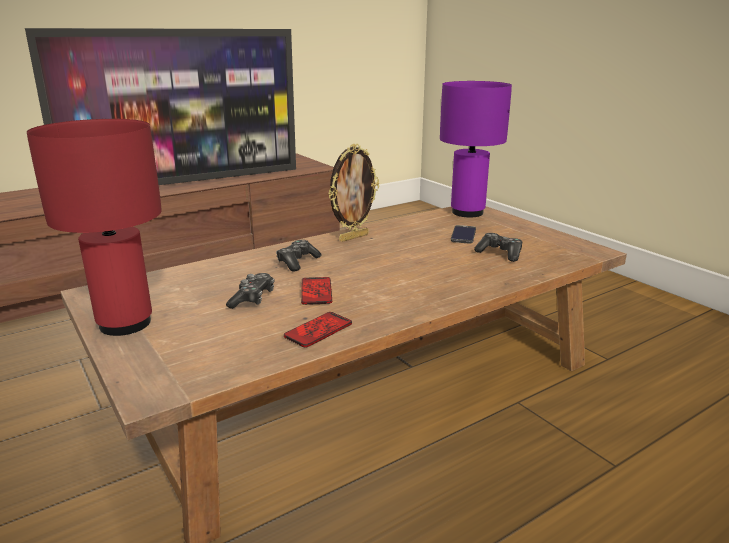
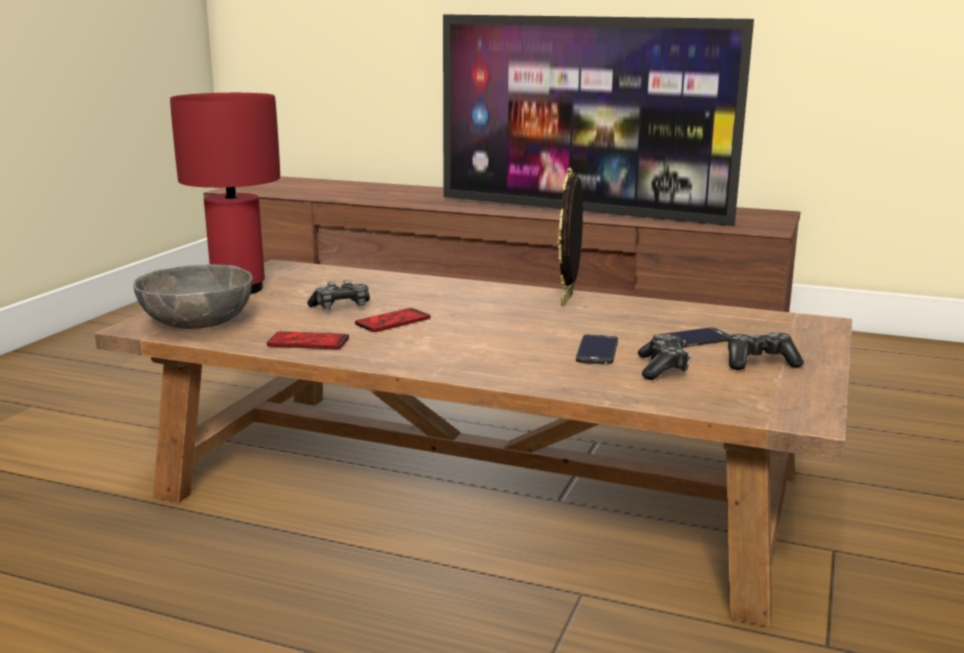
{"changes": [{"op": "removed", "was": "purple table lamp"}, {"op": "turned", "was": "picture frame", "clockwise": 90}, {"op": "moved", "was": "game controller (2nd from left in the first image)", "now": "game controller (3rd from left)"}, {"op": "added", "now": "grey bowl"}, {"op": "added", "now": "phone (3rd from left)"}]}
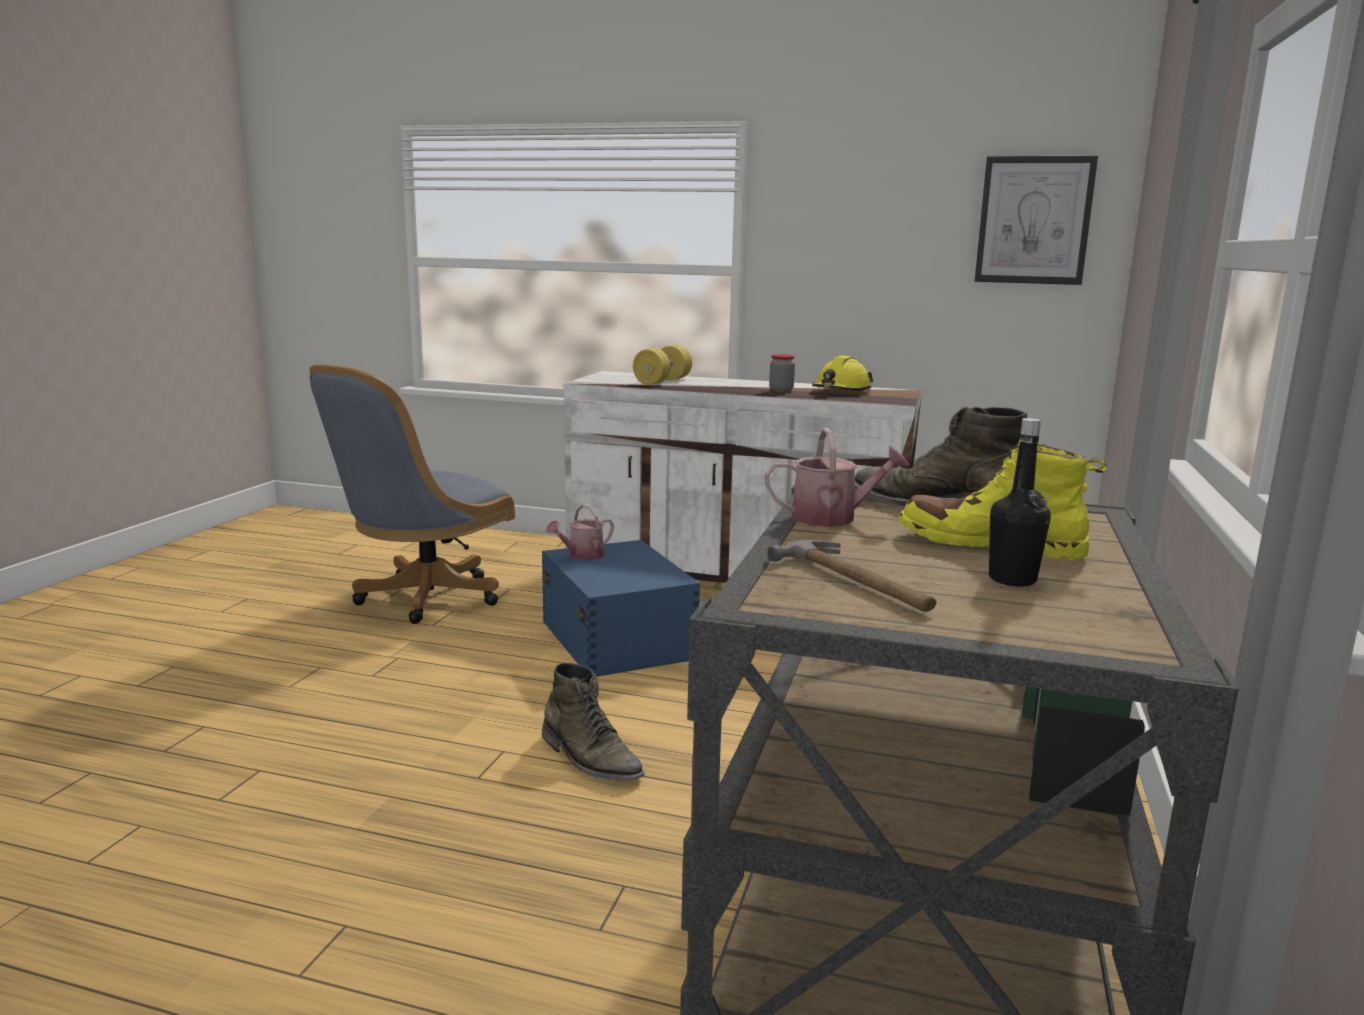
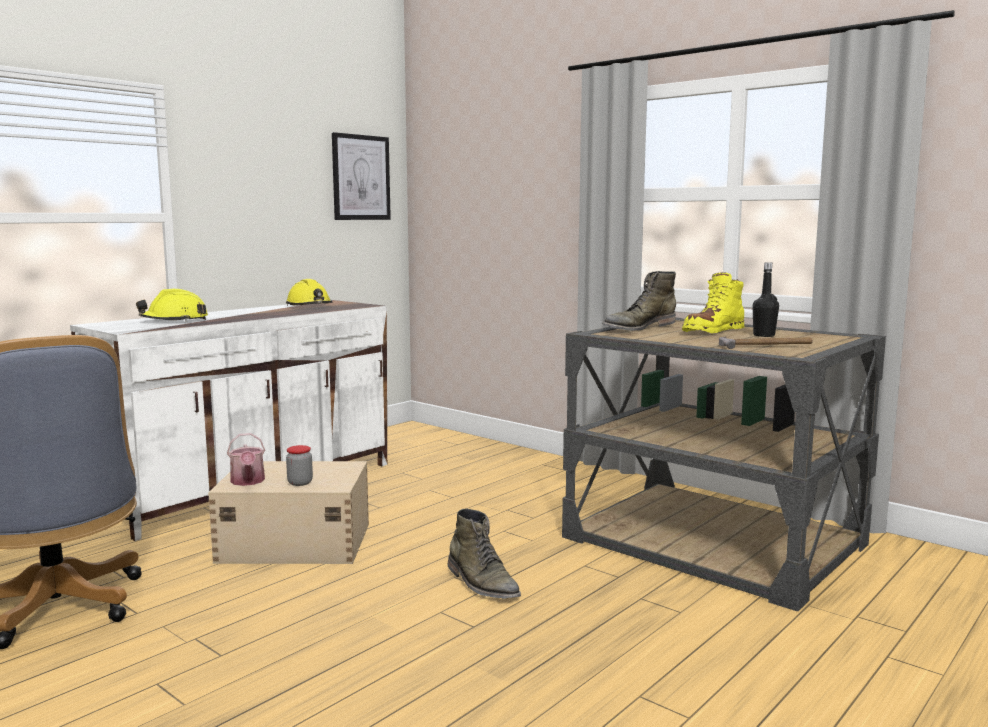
{"changes": [{"op": "replaced", "was": "yellow dumbbell", "now": "yellow hard hat (1st from left)"}, {"op": "moved", "was": "jar"}, {"op": "removed", "was": "watering can (2nd from left)"}, {"op": "recoloured", "was": "blue storage box", "now": "beige storage box"}, {"op": "turned", "was": "green boot (1st from left)", "clockwise": 75}]}
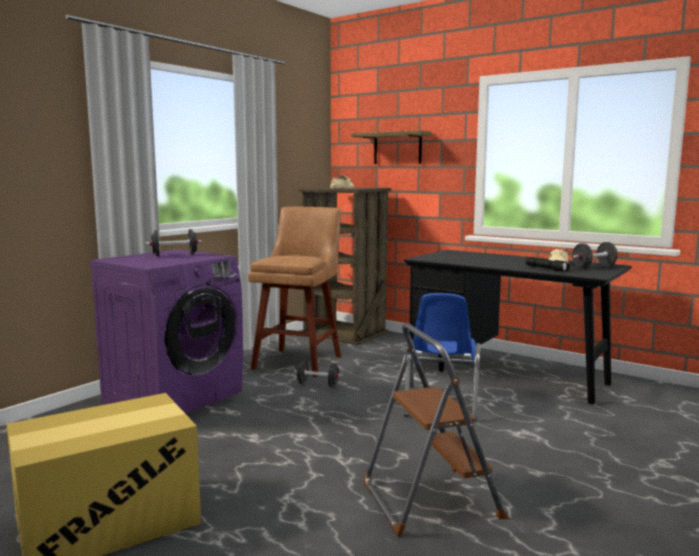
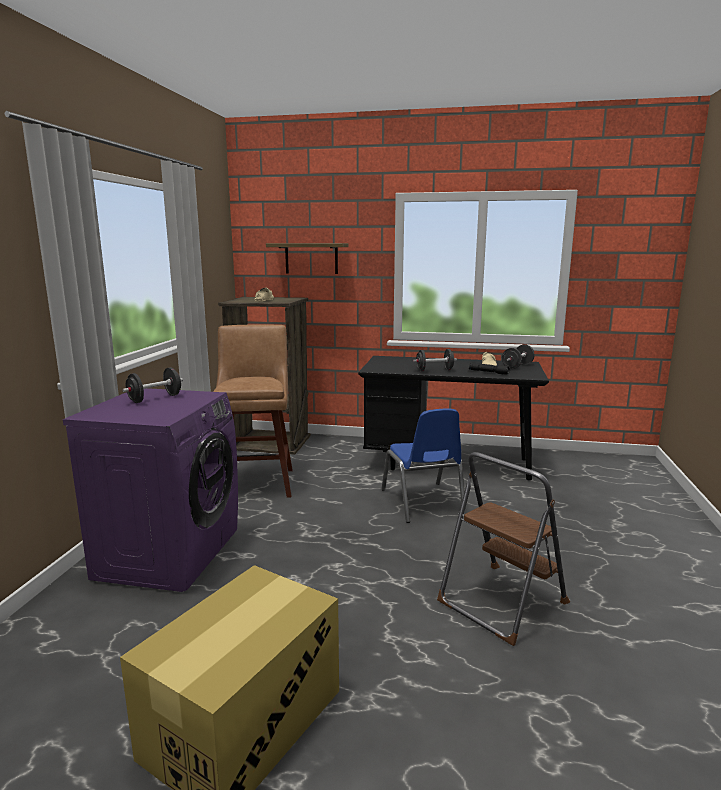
{"changes": [{"op": "moved", "was": "black dumbbell (2nd from left)"}]}
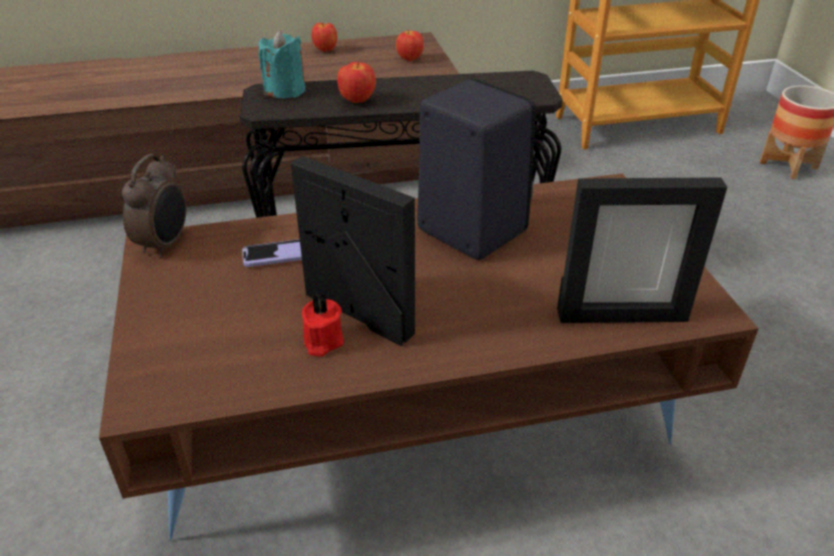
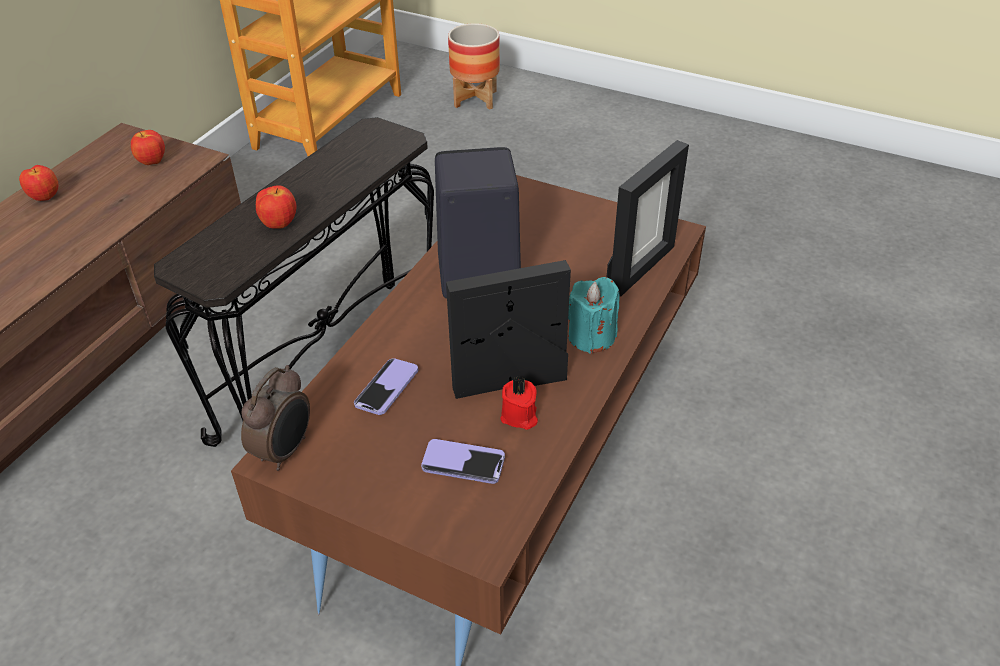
{"changes": [{"op": "moved", "was": "turquoise candle"}, {"op": "turned", "was": "alarm clock", "clockwise": 60}, {"op": "added", "now": "phone (2nd from left)"}]}
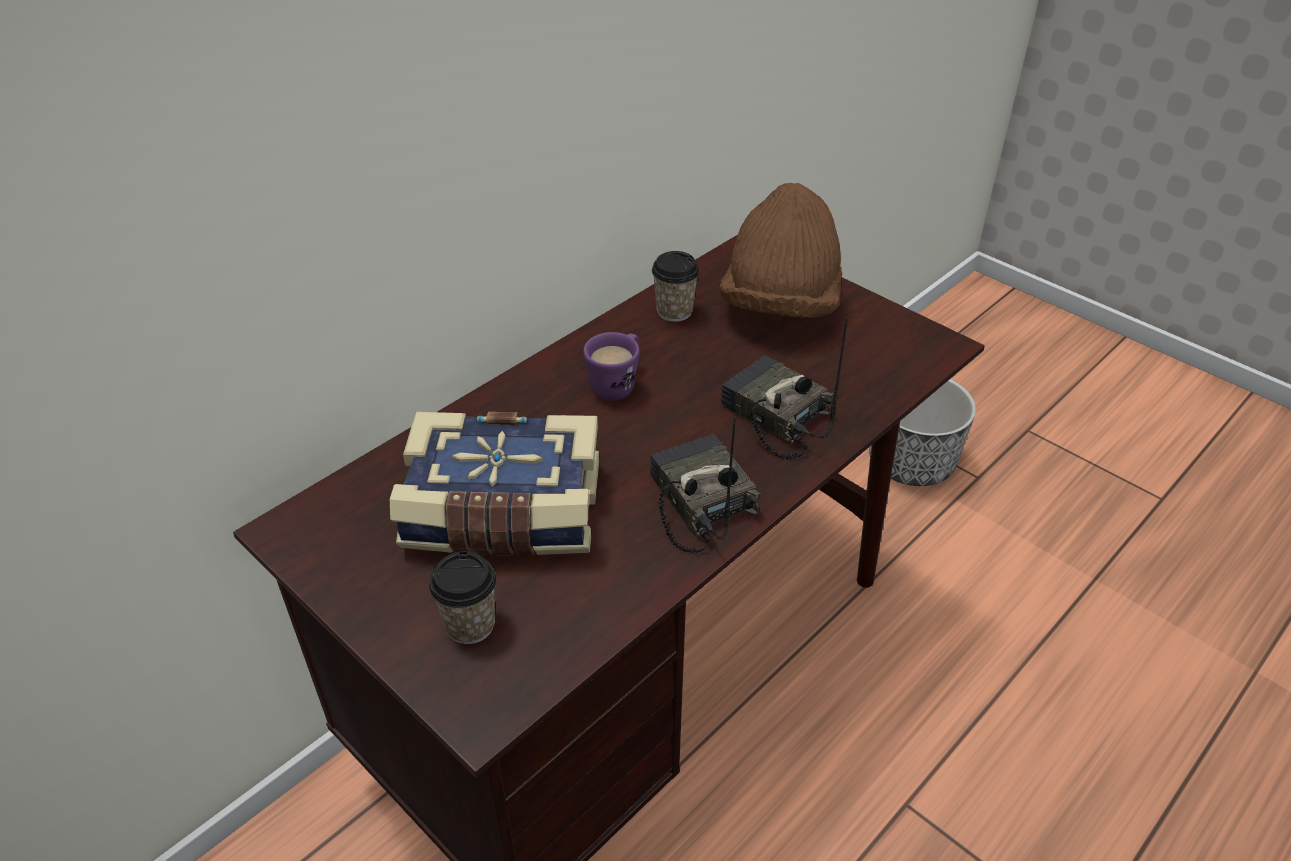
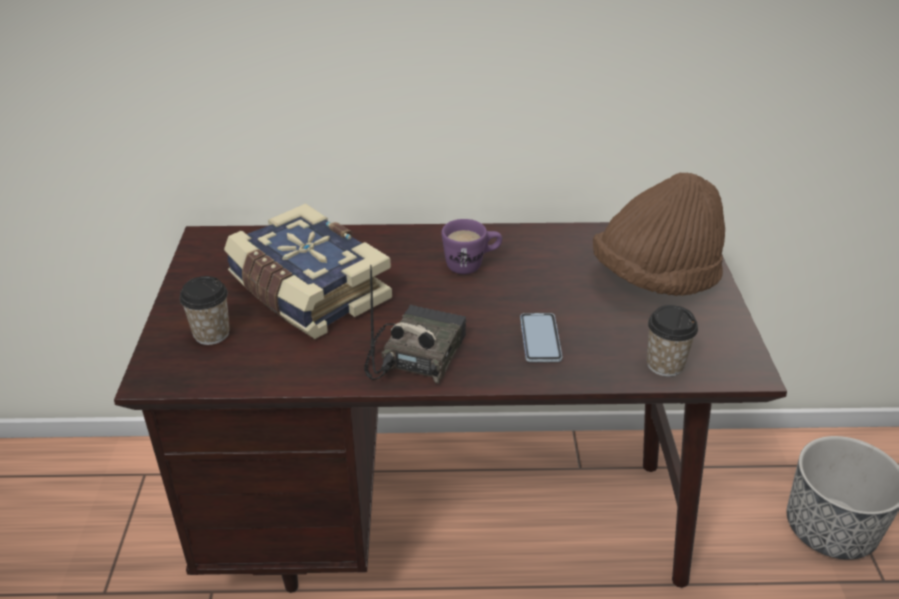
{"changes": [{"op": "moved", "was": "cup (2nd from left)"}, {"op": "replaced", "was": "radio (2nd from left)", "now": "phone"}]}
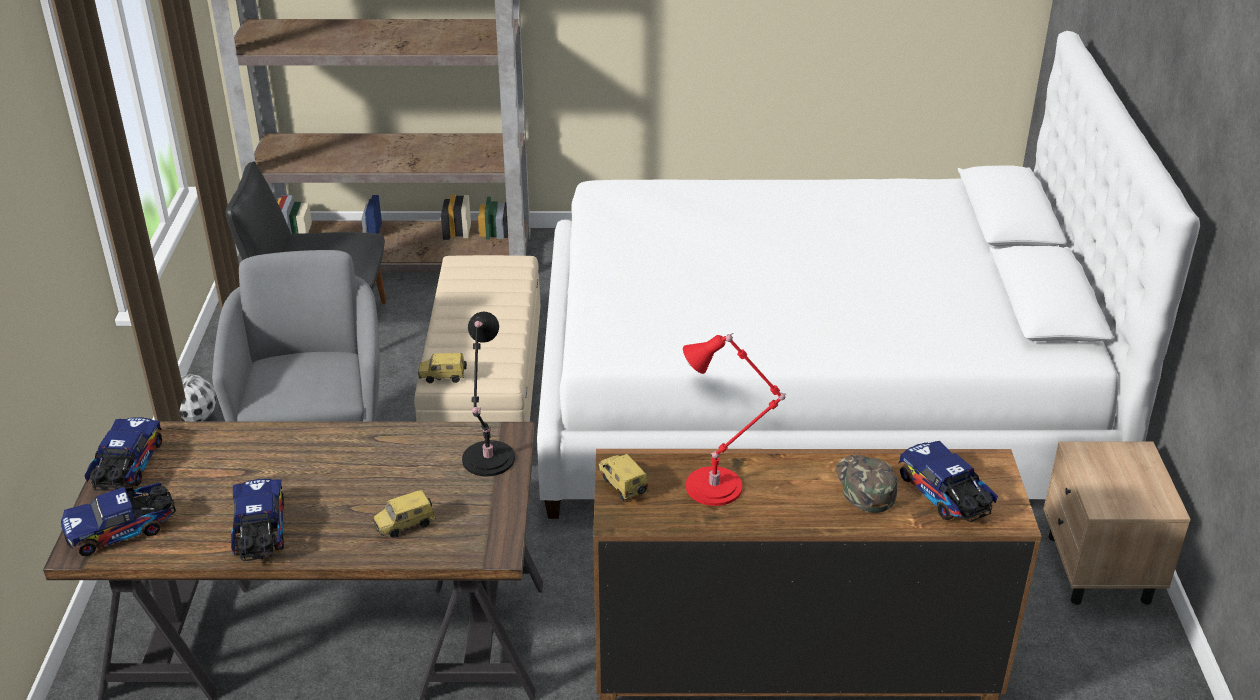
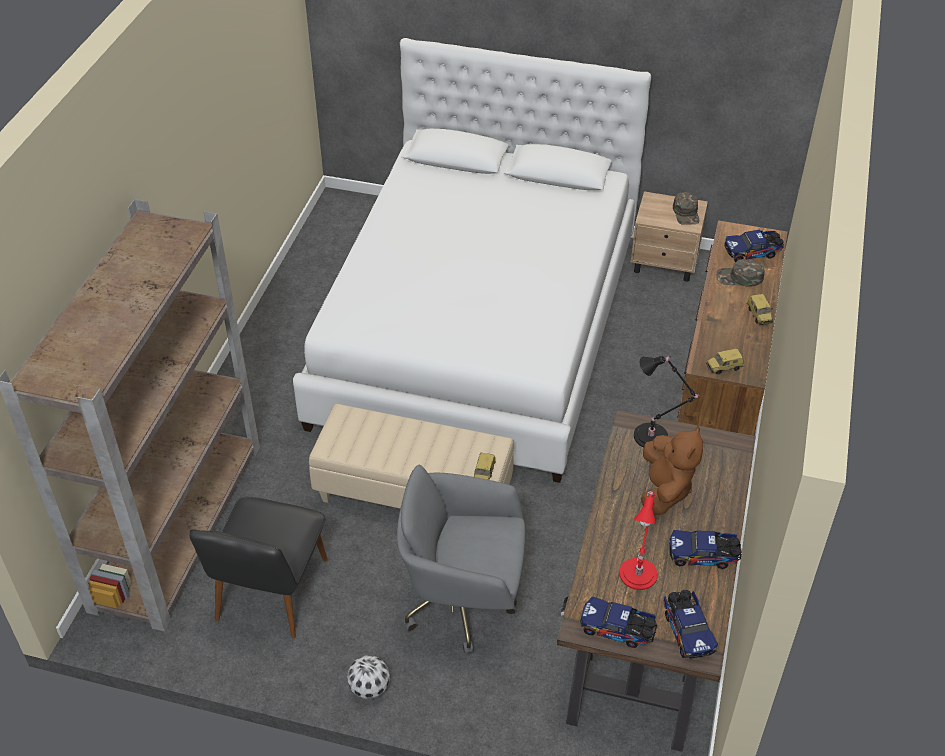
{"changes": [{"op": "moved", "was": "red table lamp"}, {"op": "moved", "was": "toy car (1st from left in the first image)", "now": "toy car (3rd from left)"}, {"op": "added", "now": "green cap (1st from left)"}, {"op": "added", "now": "brown plush toy"}]}
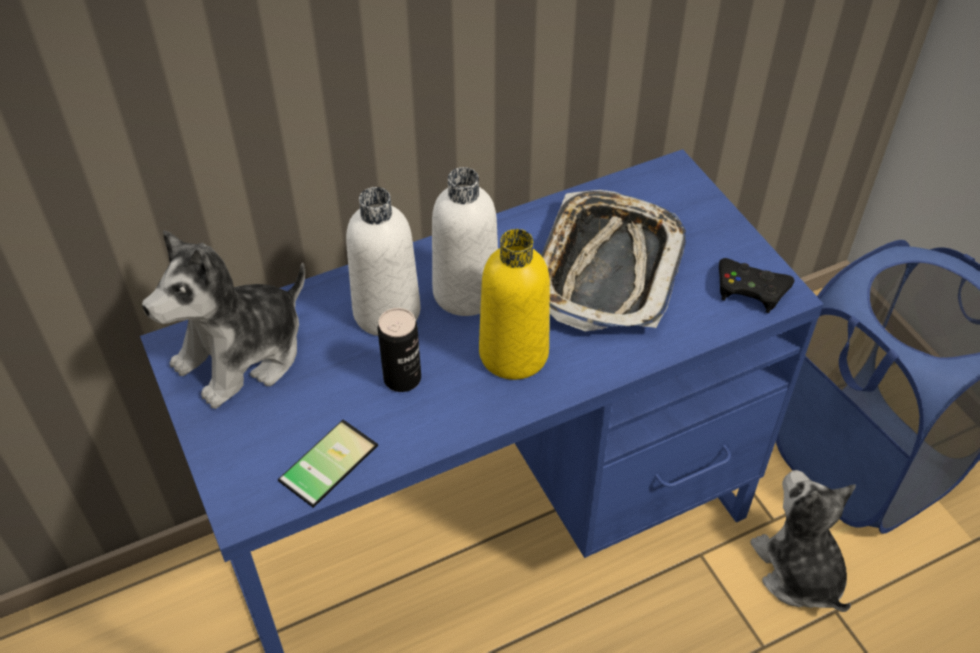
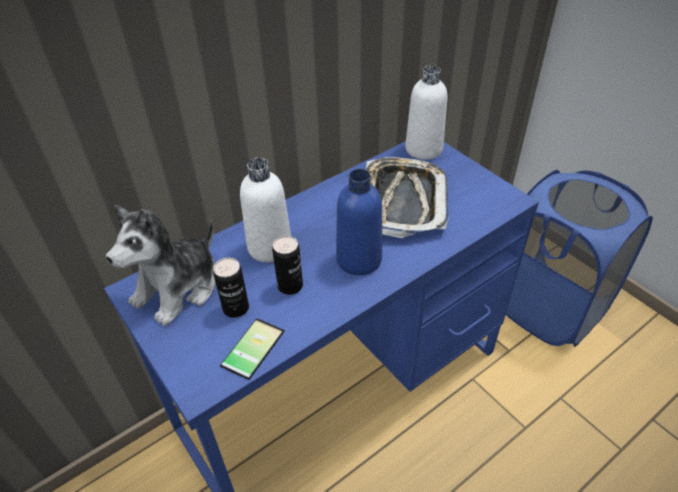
{"changes": [{"op": "moved", "was": "white bottle (2nd from left)"}, {"op": "recoloured", "was": "yellow bottle", "now": "blue bottle"}, {"op": "removed", "was": "black game controller"}, {"op": "removed", "was": "plush toy (2nd from left)"}, {"op": "added", "now": "can (1st from left)"}]}
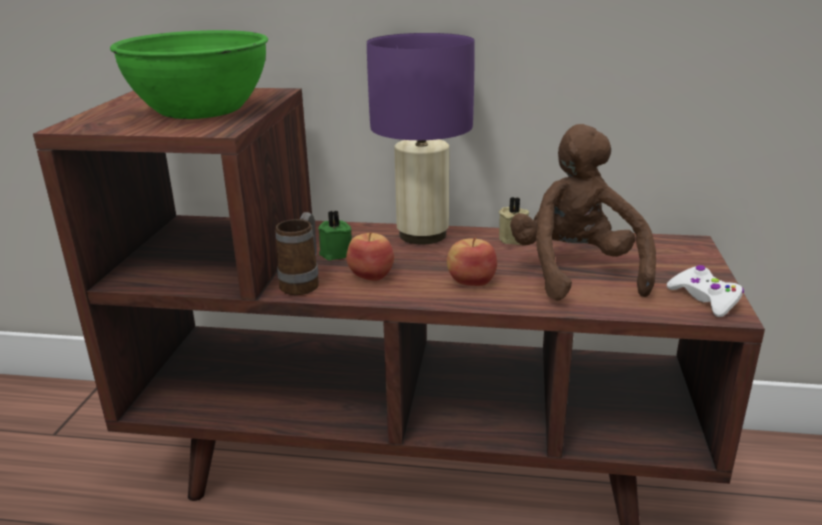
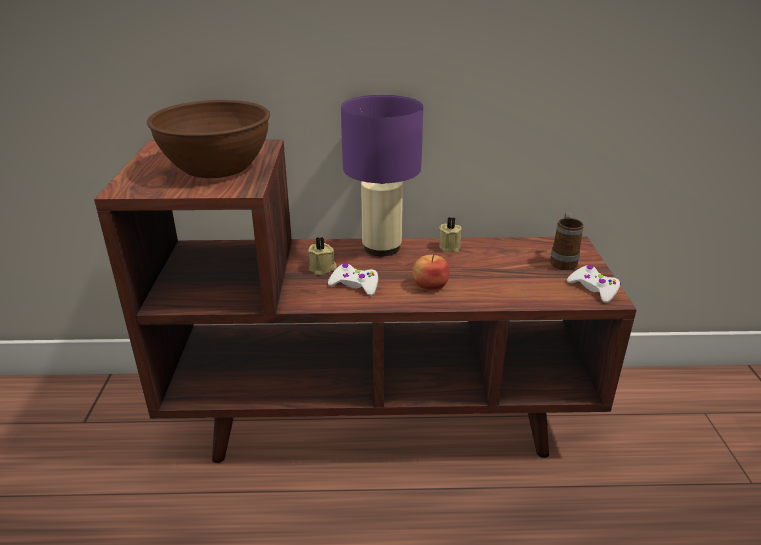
{"changes": [{"op": "recoloured", "was": "green bowl", "now": "brown bowl"}, {"op": "removed", "was": "brown plush toy"}, {"op": "recoloured", "was": "green candle", "now": "beige candle (1st from left)"}, {"op": "moved", "was": "mug"}, {"op": "replaced", "was": "apple (1st from left)", "now": "white game controller (1st from left)"}]}
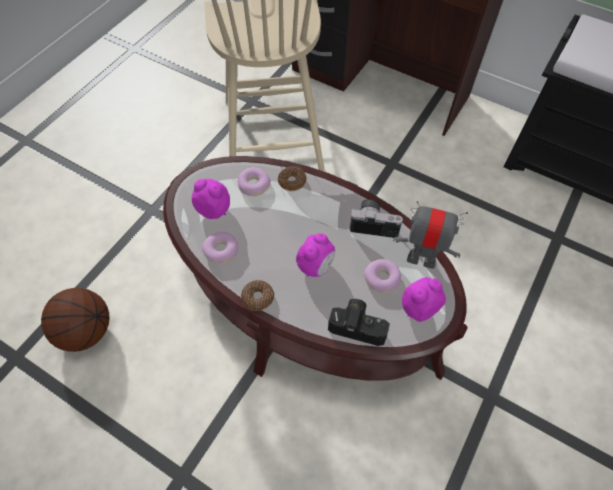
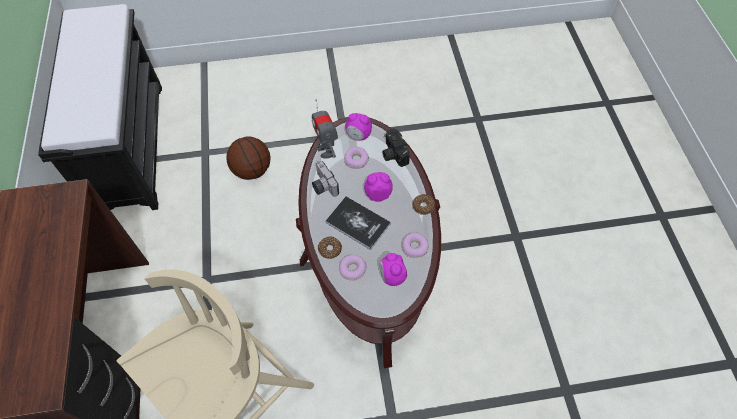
{"changes": [{"op": "moved", "was": "basketball"}, {"op": "added", "now": "book"}]}
